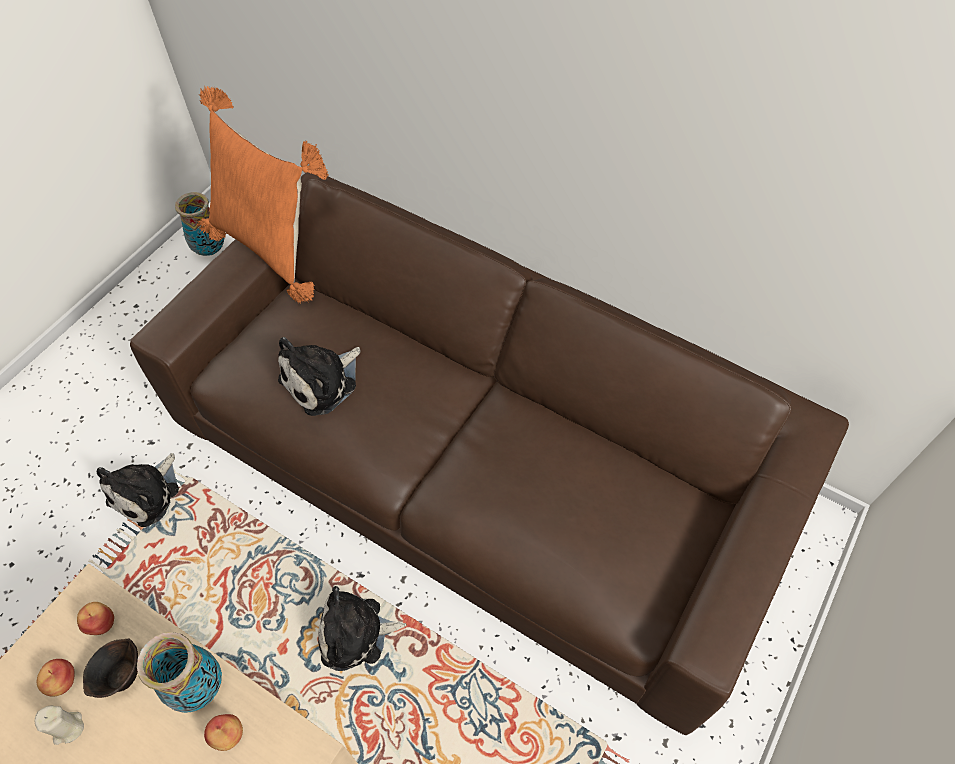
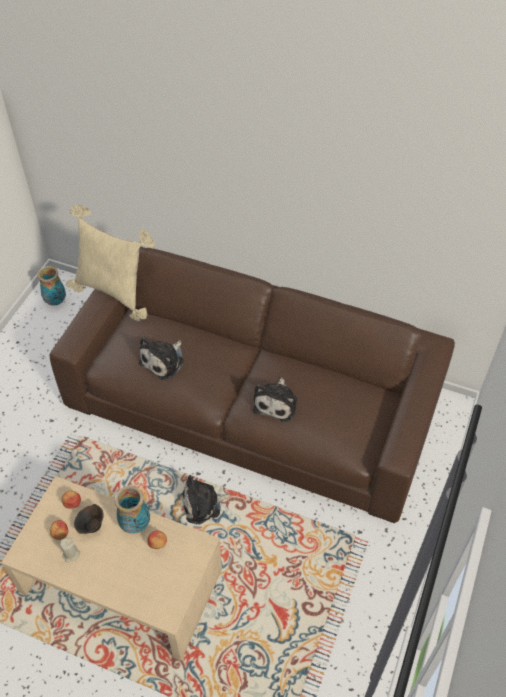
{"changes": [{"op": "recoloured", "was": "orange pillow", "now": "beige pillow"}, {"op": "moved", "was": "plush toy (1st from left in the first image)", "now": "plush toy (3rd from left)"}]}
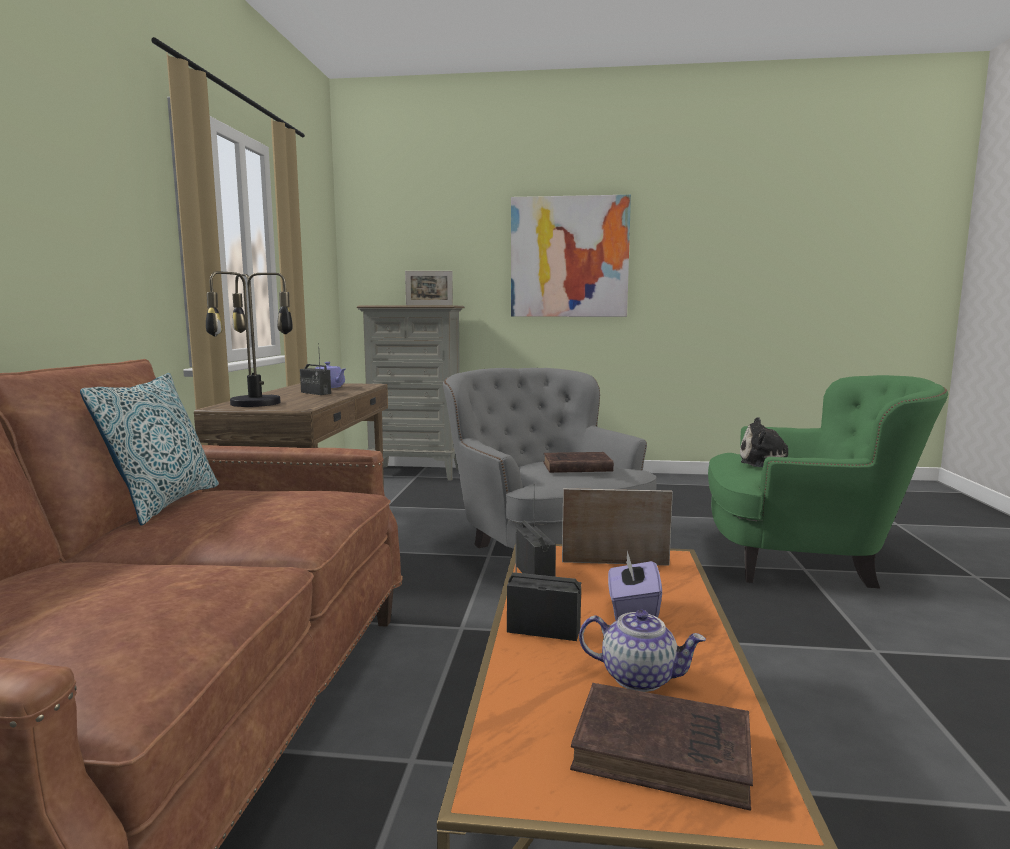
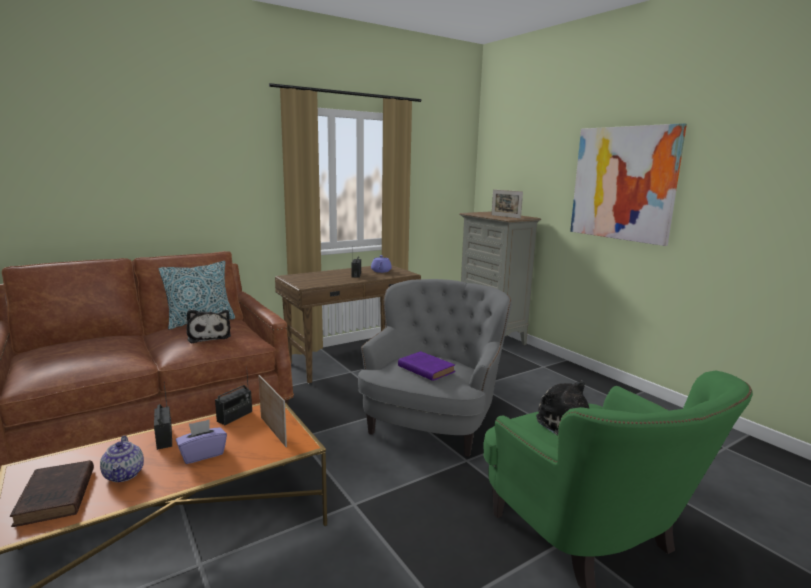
{"changes": [{"op": "removed", "was": "table lamp"}, {"op": "recoloured", "was": "brown book (1st from left)", "now": "purple book"}, {"op": "added", "now": "plush toy (1st from left)"}]}
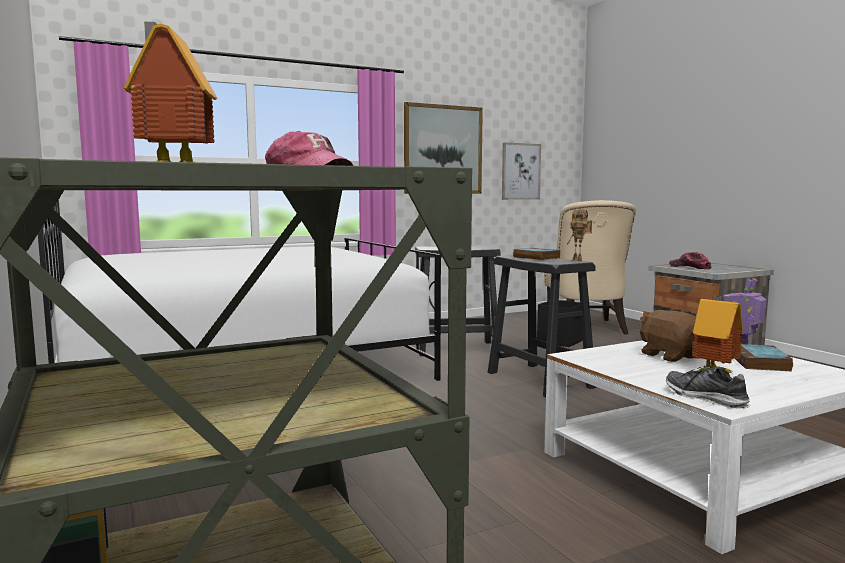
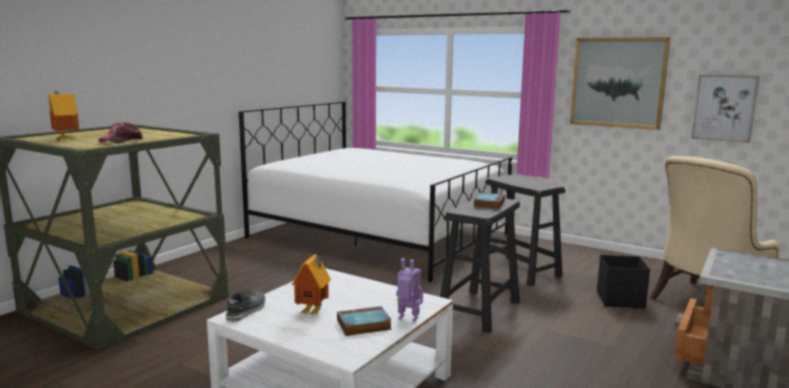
{"changes": [{"op": "removed", "was": "toy robot (1st from left)"}, {"op": "removed", "was": "cap (2nd from left)"}, {"op": "removed", "was": "brown plush toy"}]}
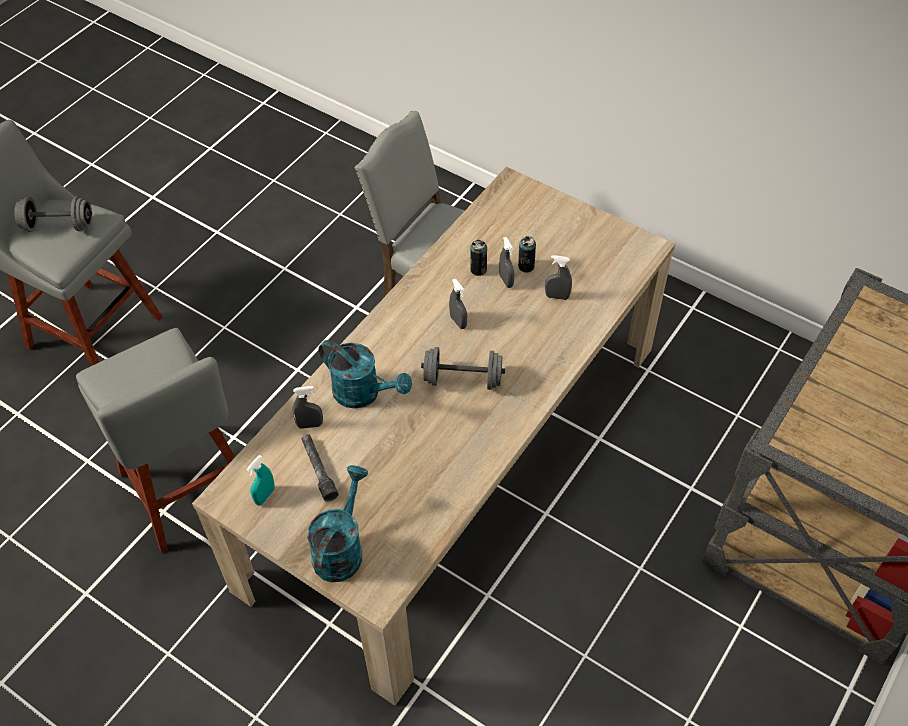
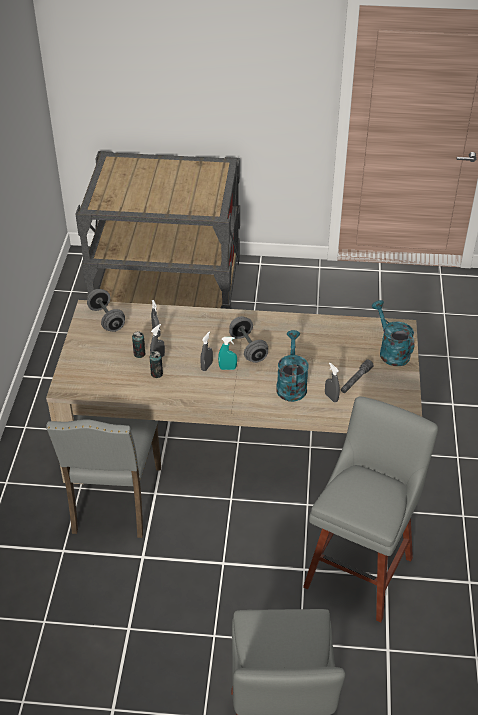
{"changes": [{"op": "moved", "was": "grey dumbbell (1st from left)"}, {"op": "moved", "was": "turquoise spray bottle"}, {"op": "turned", "was": "turquoise watering can (1st from left in the first image)", "clockwise": 75}]}
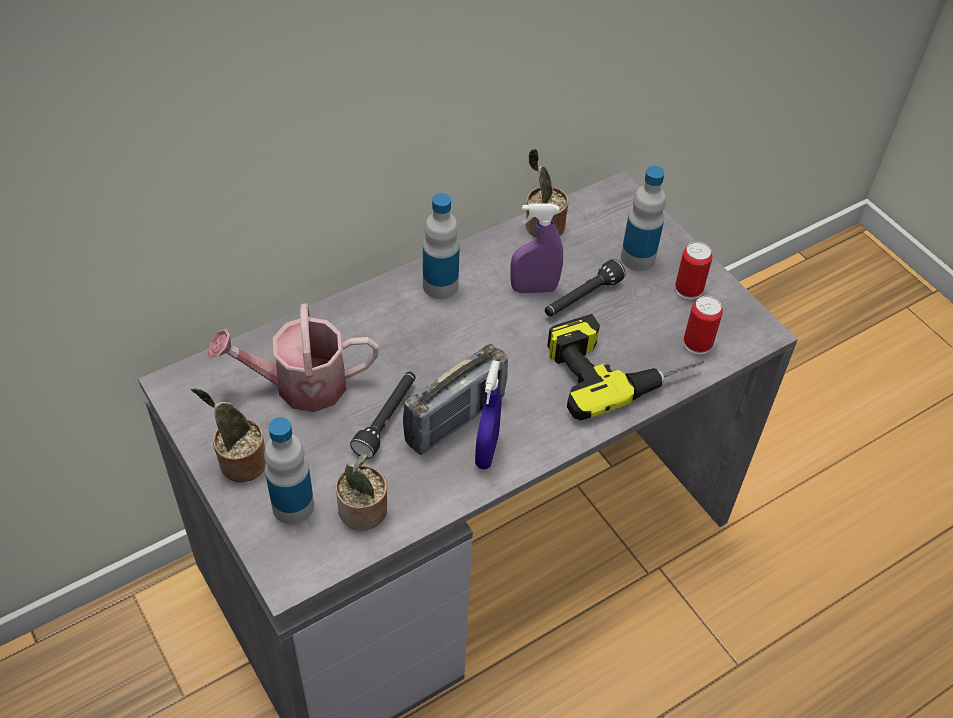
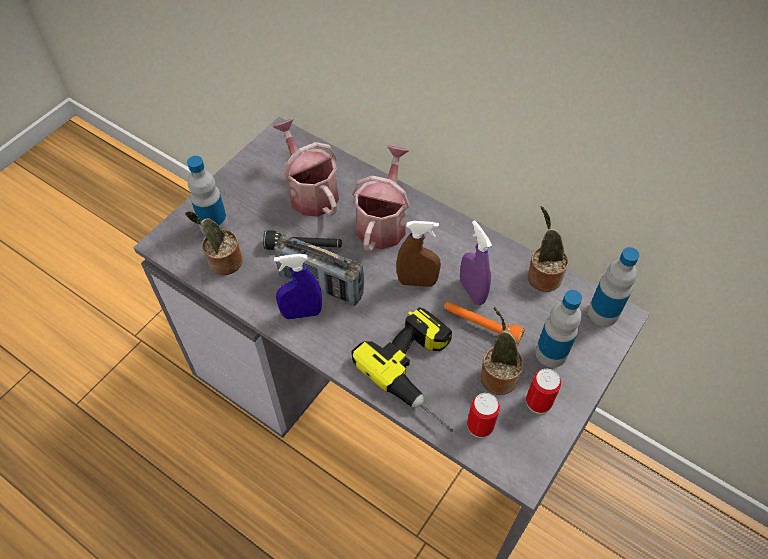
{"changes": [{"op": "moved", "was": "bottle (2nd from left in the first image)", "now": "bottle (3rd from left)"}, {"op": "recoloured", "was": "black flashlight (2nd from left)", "now": "orange flashlight"}, {"op": "moved", "was": "potted plant (1st from left in the first image)", "now": "potted plant (2nd from left)"}, {"op": "added", "now": "watering can (2nd from left)"}, {"op": "added", "now": "brown spray bottle"}]}
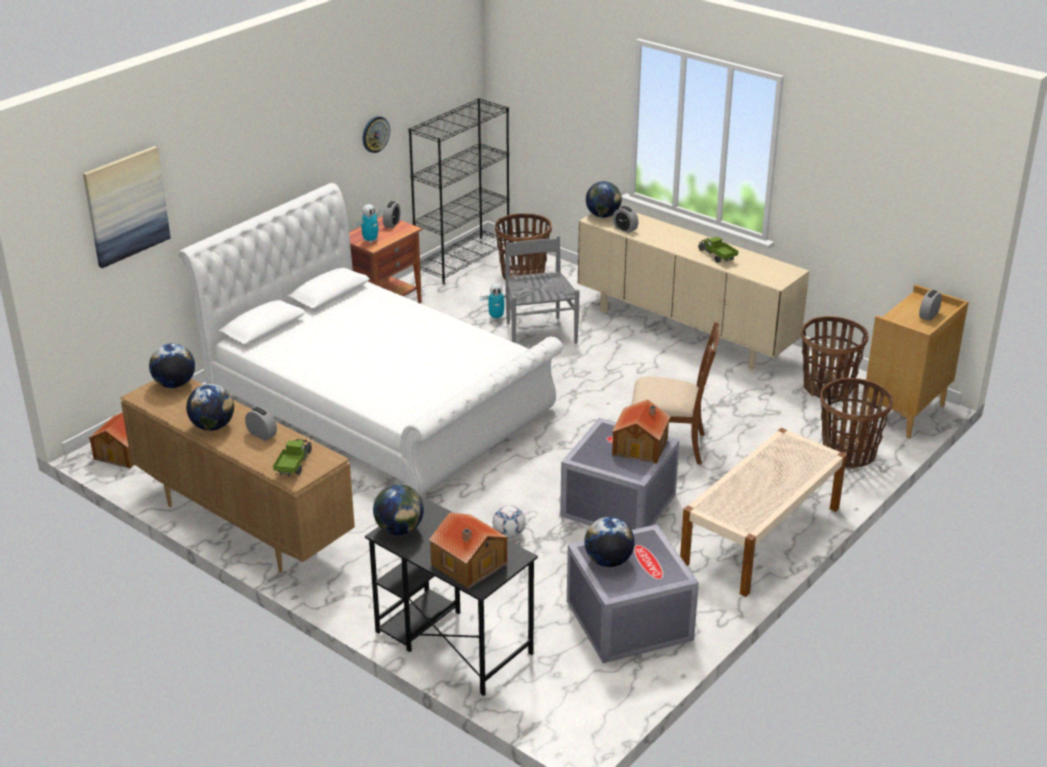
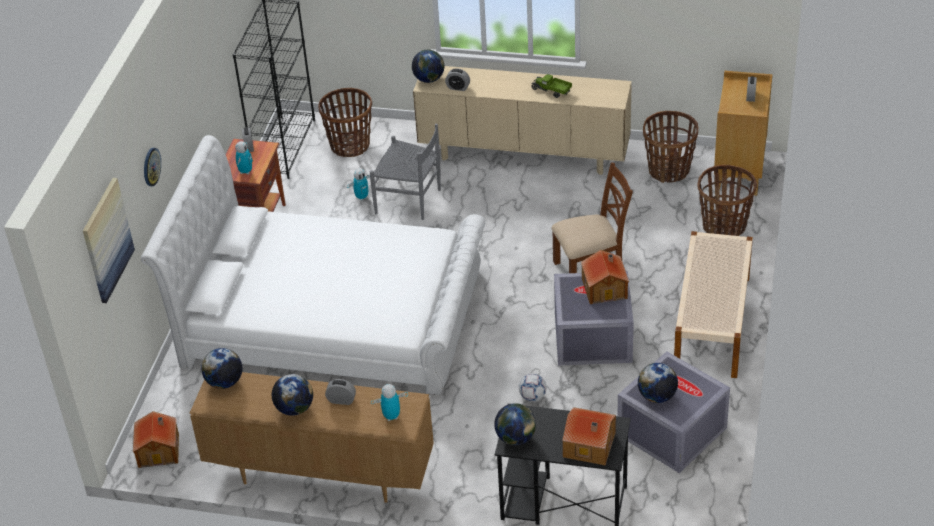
{"changes": [{"op": "moved", "was": "wall clock"}, {"op": "turned", "was": "grey chair", "clockwise": 150}, {"op": "replaced", "was": "toy truck (1st from left)", "now": "toy robot (3rd from left)"}]}
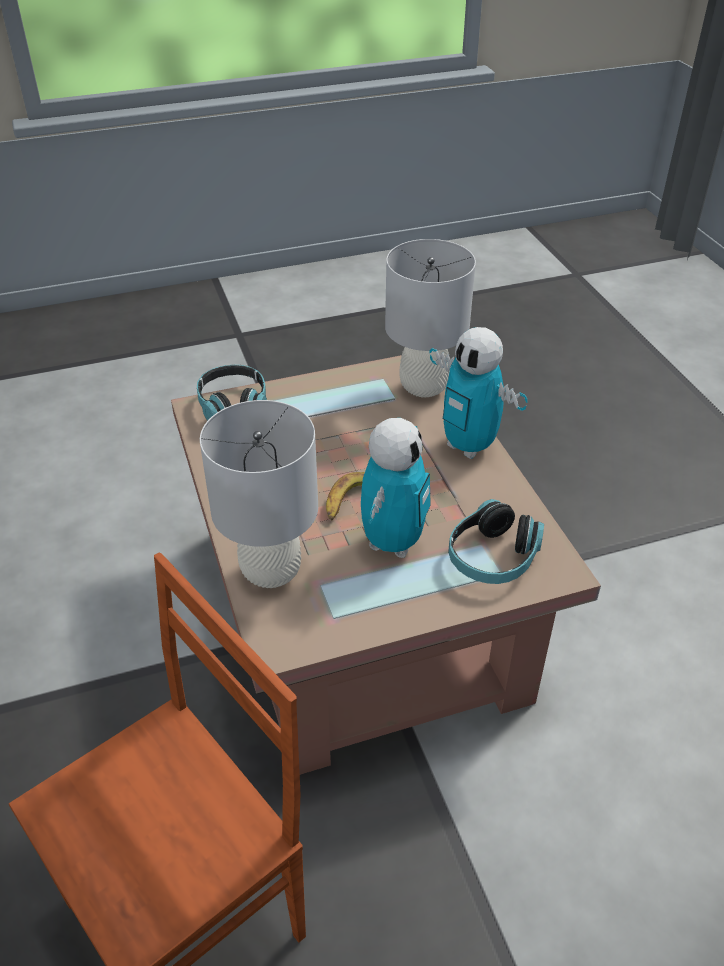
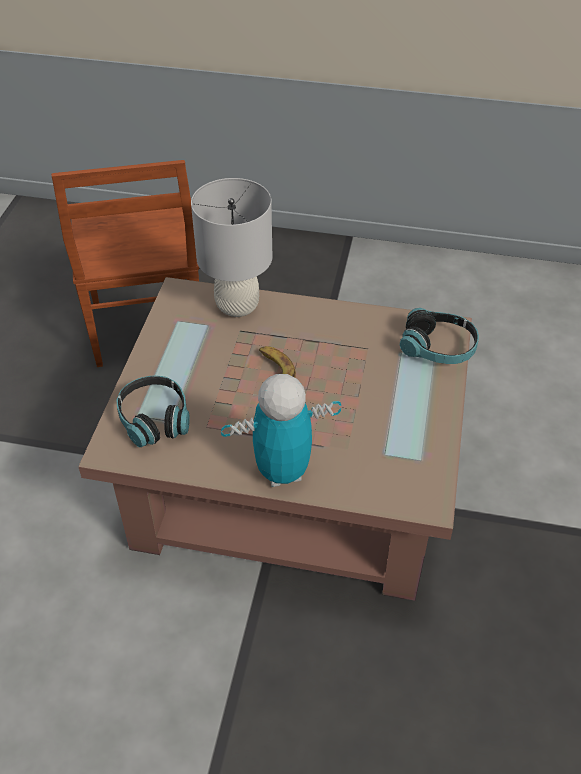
{"changes": [{"op": "removed", "was": "grey table lamp (2nd from left)"}, {"op": "removed", "was": "toy robot (1st from left)"}]}
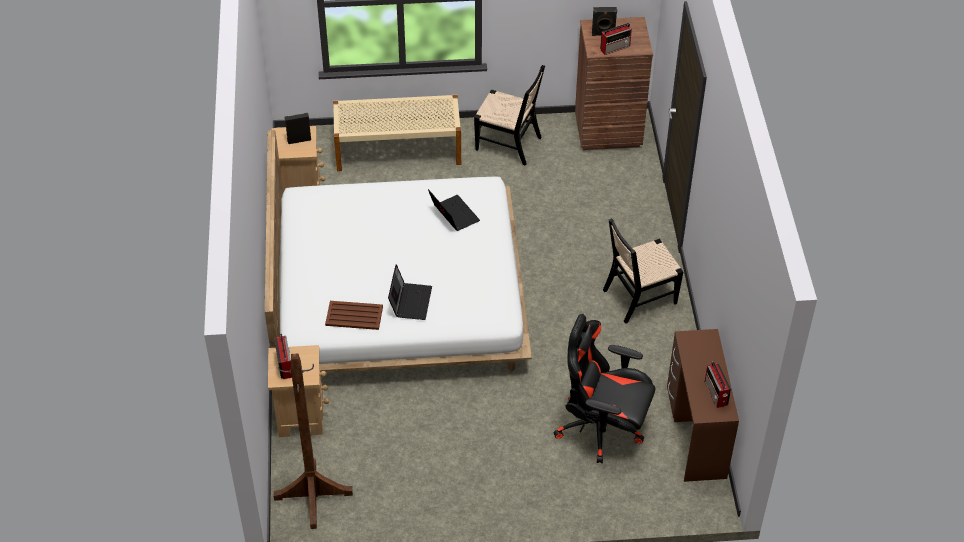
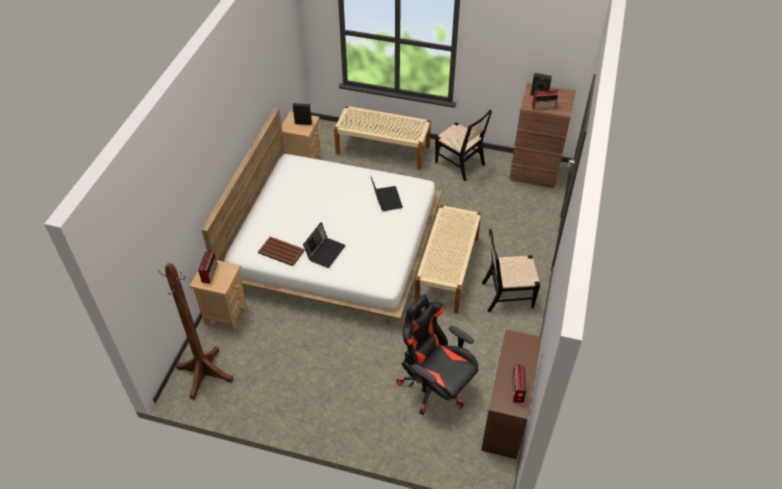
{"changes": [{"op": "added", "now": "beige bench (2nd from left)"}]}
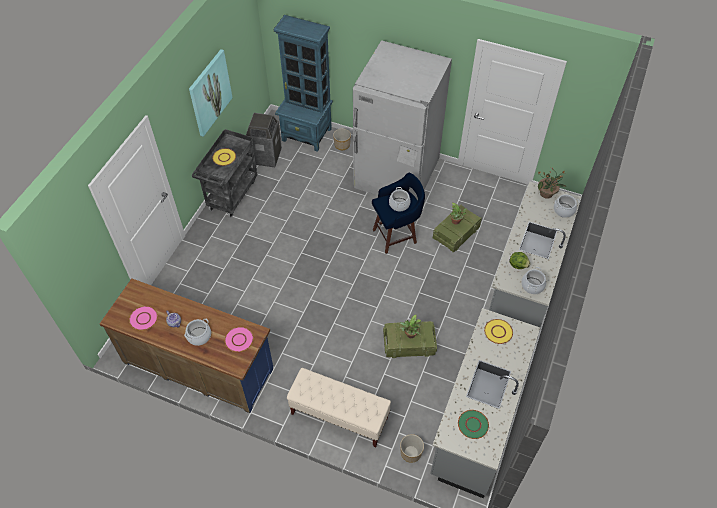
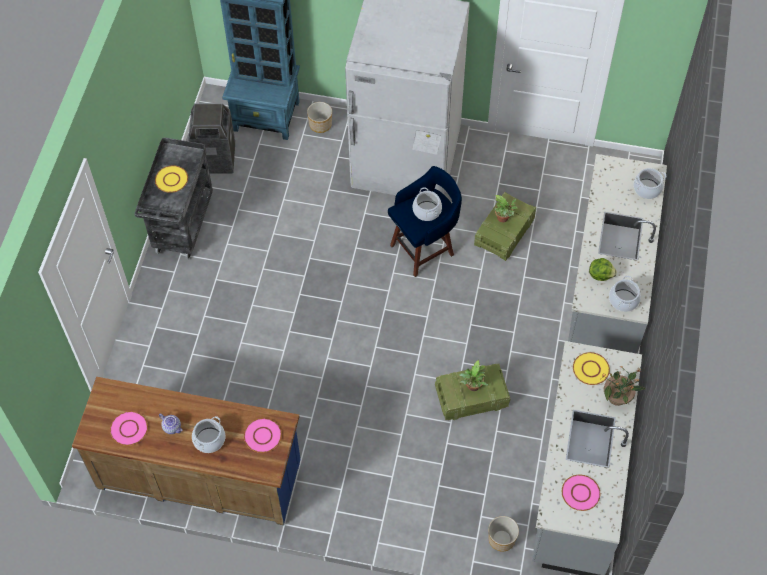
{"changes": [{"op": "removed", "was": "picture"}, {"op": "moved", "was": "potted plant (3rd from left)"}, {"op": "removed", "was": "beige bench"}, {"op": "recoloured", "was": "green plate", "now": "pink plate (3rd from left)"}]}
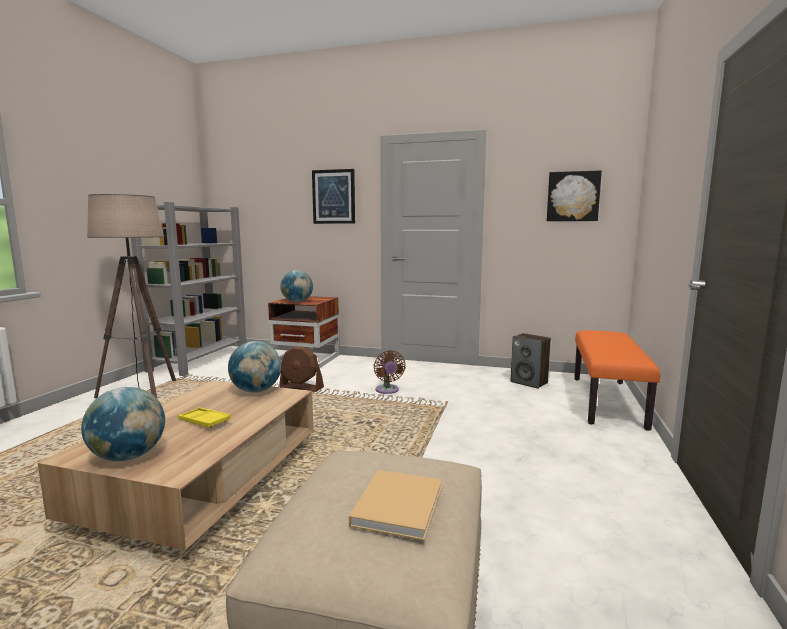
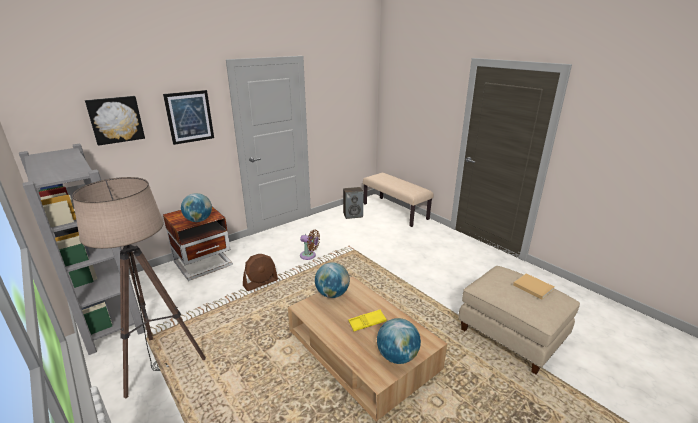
{"changes": [{"op": "moved", "was": "picture (2nd from left in the first image)", "now": "picture (1st from left)"}, {"op": "recoloured", "was": "orange bench", "now": "beige bench"}]}
